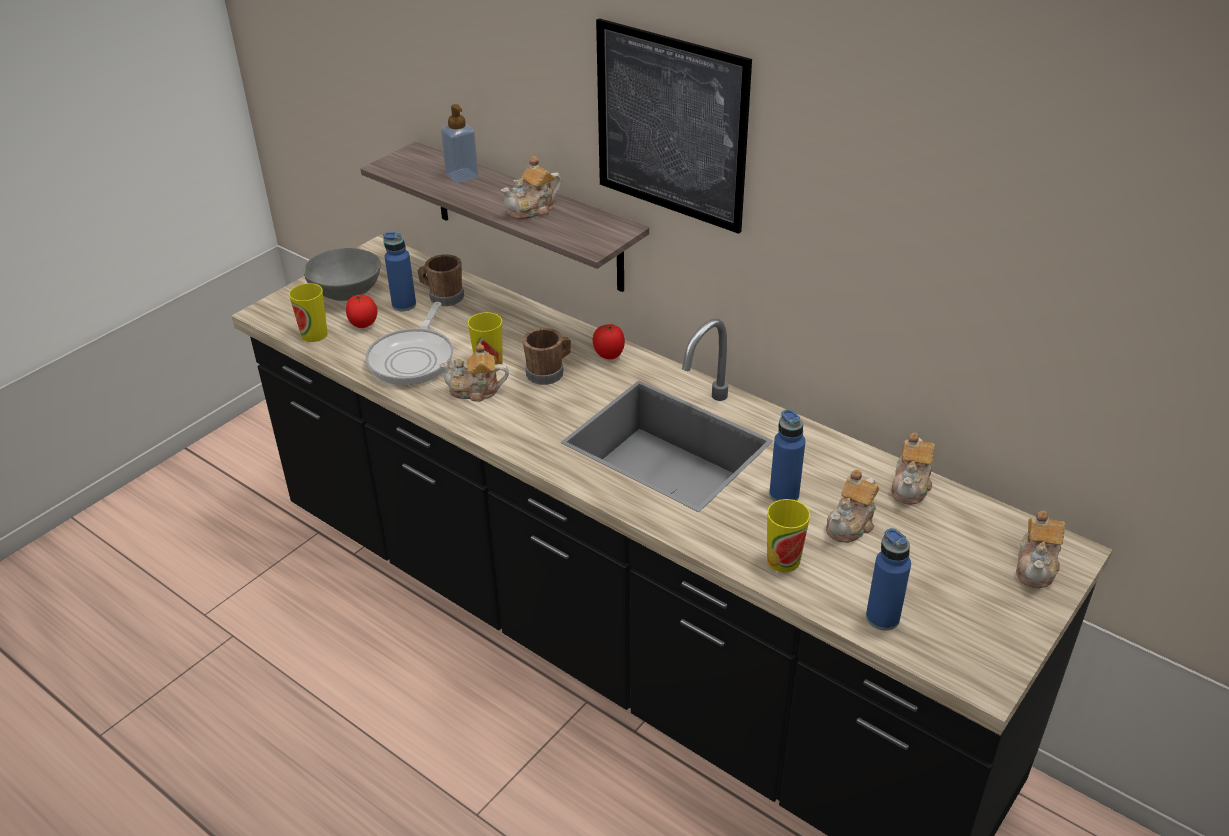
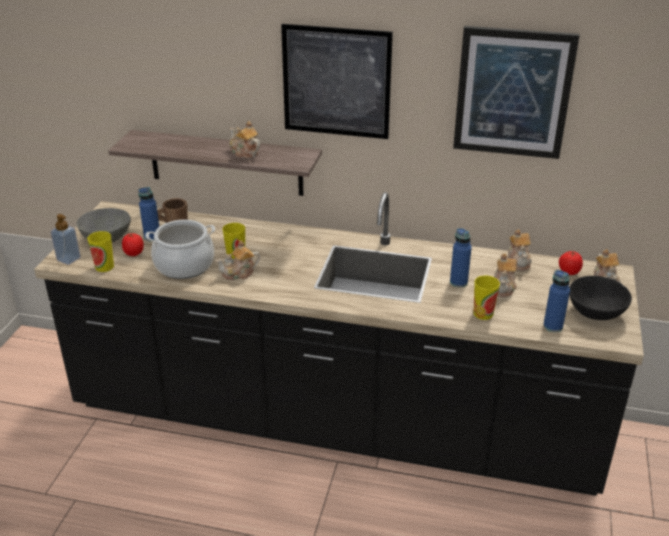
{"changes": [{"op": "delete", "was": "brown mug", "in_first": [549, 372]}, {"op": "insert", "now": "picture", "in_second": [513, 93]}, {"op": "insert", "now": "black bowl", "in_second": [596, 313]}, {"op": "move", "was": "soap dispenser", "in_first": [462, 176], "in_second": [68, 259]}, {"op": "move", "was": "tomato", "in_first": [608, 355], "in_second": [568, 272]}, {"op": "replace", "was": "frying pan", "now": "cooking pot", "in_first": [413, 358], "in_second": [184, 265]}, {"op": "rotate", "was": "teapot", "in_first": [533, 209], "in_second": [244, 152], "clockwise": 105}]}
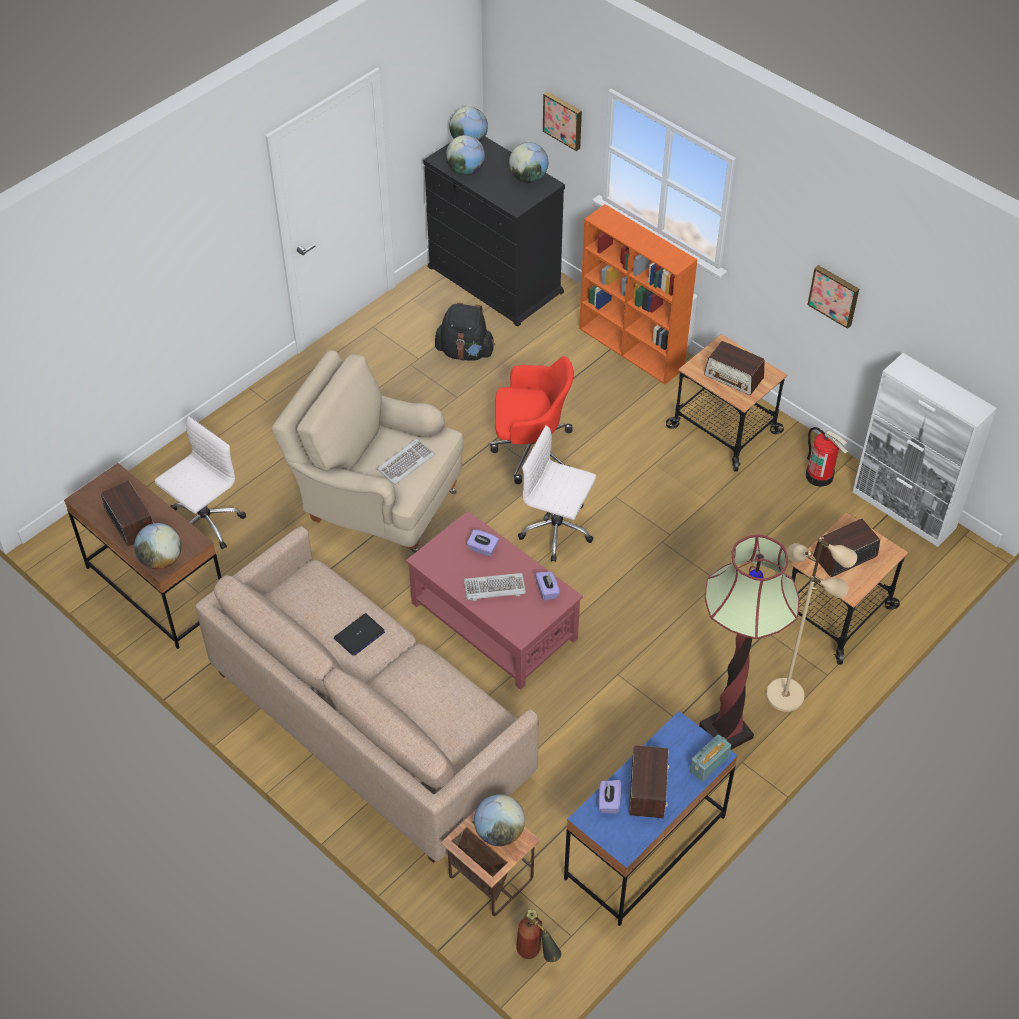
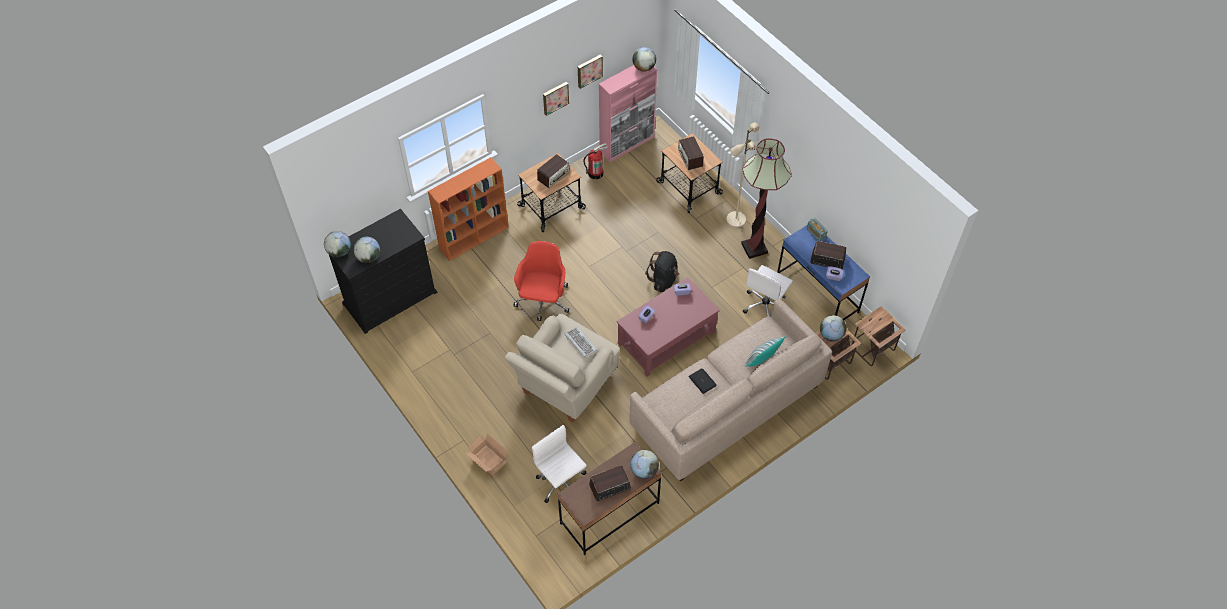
{"changes": [{"op": "delete", "was": "keyboard", "in_first": [494, 588]}, {"op": "insert", "now": "cardboard box", "in_second": [488, 461]}, {"op": "insert", "now": "pillow", "in_second": [762, 360]}, {"op": "move", "was": "black backpack", "in_first": [465, 352], "in_second": [663, 279]}, {"op": "move", "was": "globe", "in_first": [528, 178], "in_second": [644, 68]}, {"op": "move", "was": "white office chair", "in_first": [557, 530], "in_second": [765, 306]}, {"op": "move", "was": "picture", "in_first": [563, 120], "in_second": [589, 70]}, {"op": "replace", "was": "fire extinguisher", "now": "side table", "in_first": [536, 955], "in_second": [872, 349]}, {"op": "recolor", "was": "white cabinet", "now": "pink cabinet", "in_first": [904, 510], "in_second": [627, 144]}]}
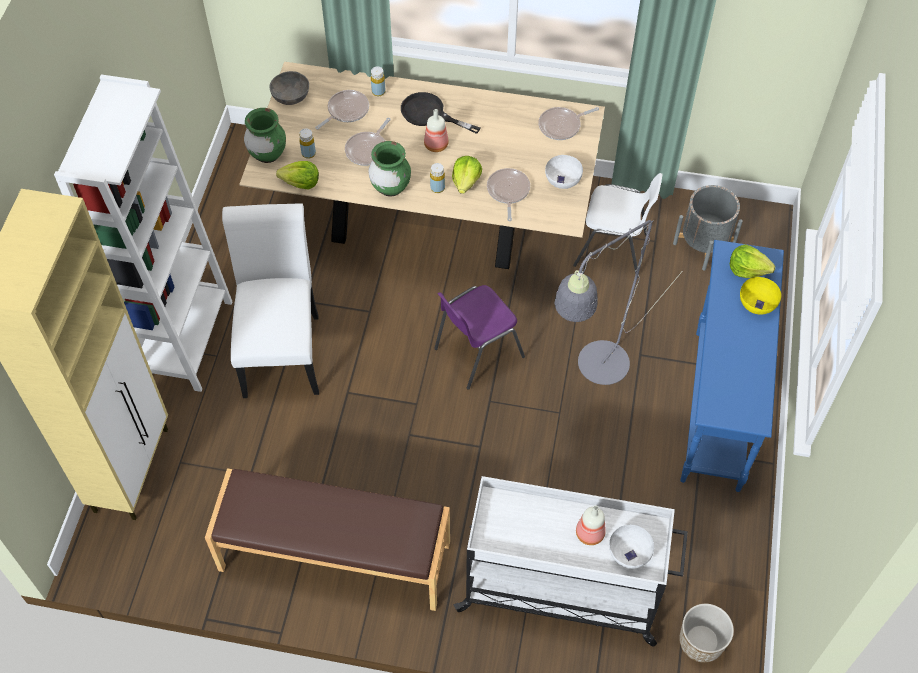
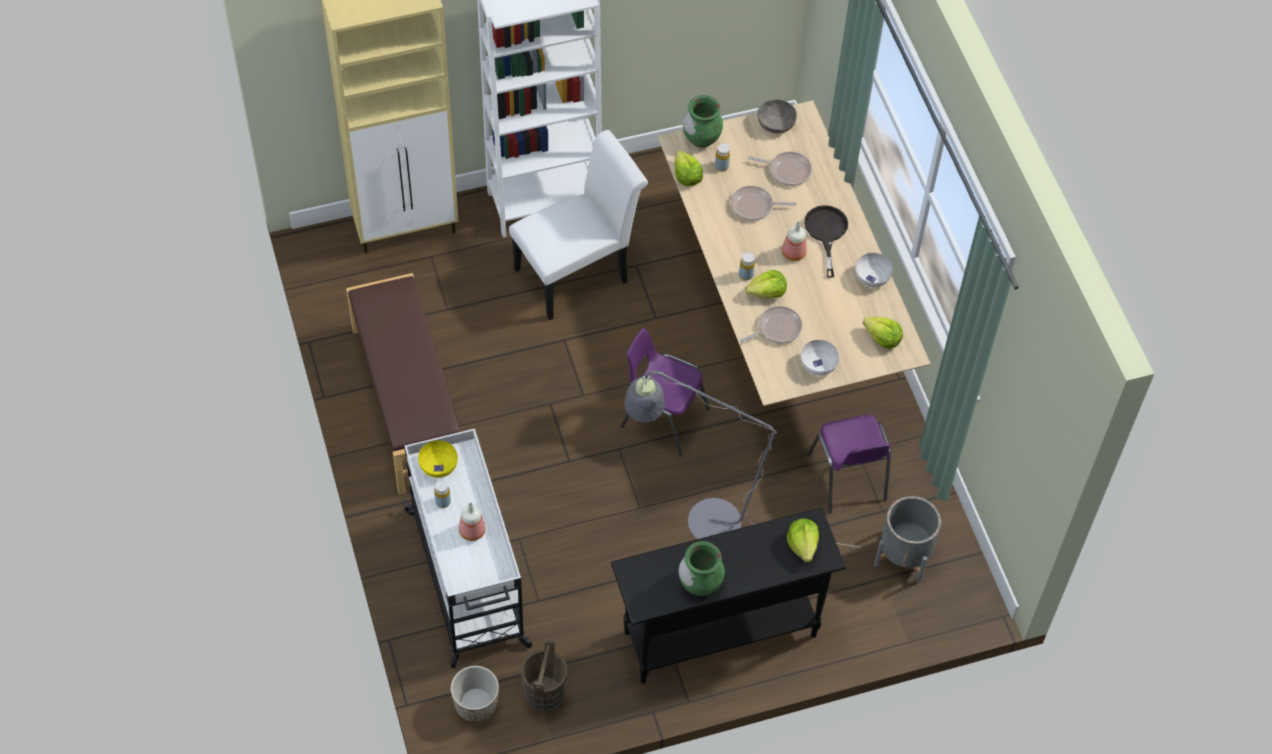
{"changes": [{"op": "insert", "now": "brown bucket", "in_second": [545, 693]}, {"op": "move", "was": "green vase", "in_first": [390, 187], "in_second": [700, 583]}, {"op": "move", "was": "yellow bottle", "in_first": [378, 92], "in_second": [443, 502]}, {"op": "move", "was": "white bowl", "in_first": [630, 552], "in_second": [872, 277]}, {"op": "move", "was": "yellow bowl", "in_first": [757, 303], "in_second": [439, 466]}, {"op": "replace", "was": "frying pan", "now": "lettuce", "in_first": [562, 126], "in_second": [882, 339]}, {"op": "recolor", "was": "white chair", "now": "purple chair", "in_first": [613, 250], "in_second": [847, 479]}, {"op": "recolor", "was": "blue console table", "now": "black console table", "in_first": [716, 409], "in_second": [719, 633]}]}
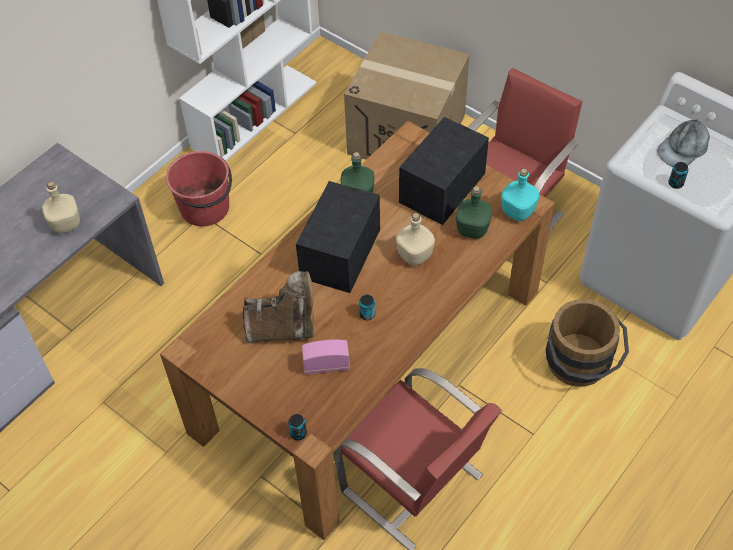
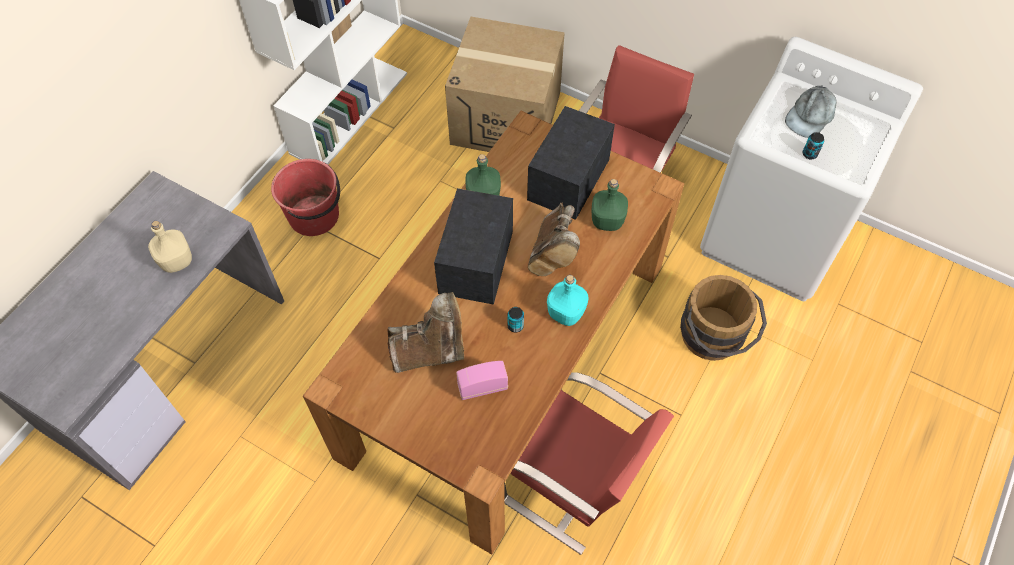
{"changes": [{"op": "delete", "was": "can", "in_first": [298, 433]}, {"op": "move", "was": "turquoise bottle", "in_first": [517, 211], "in_second": [565, 313]}, {"op": "replace", "was": "beige bottle", "now": "brown boot", "in_first": [414, 255], "in_second": [552, 255]}]}
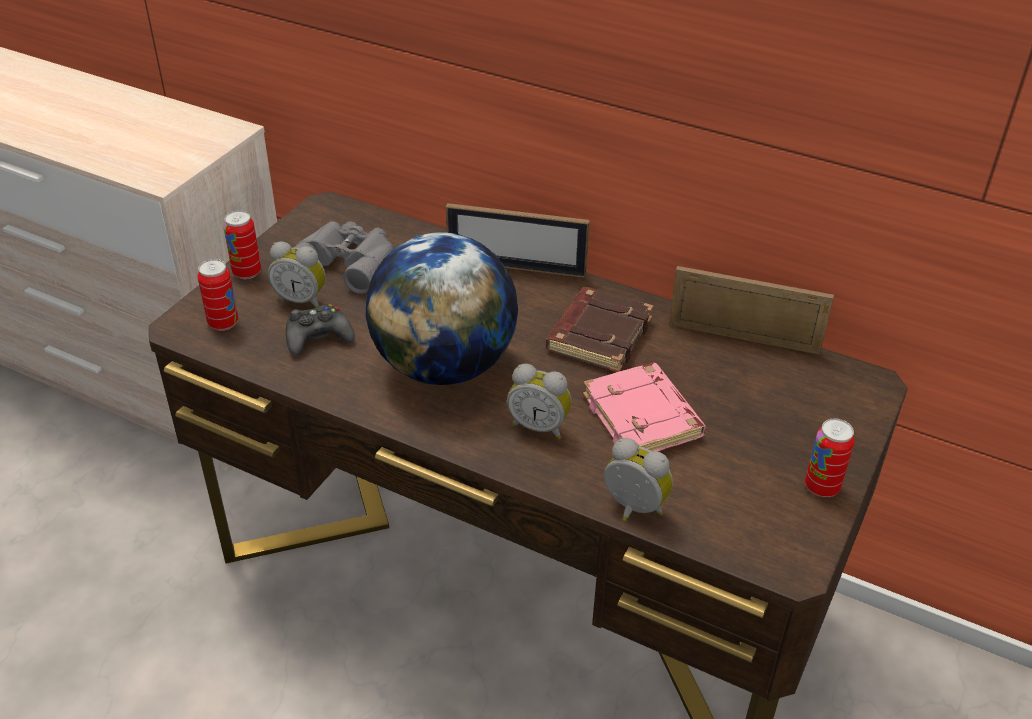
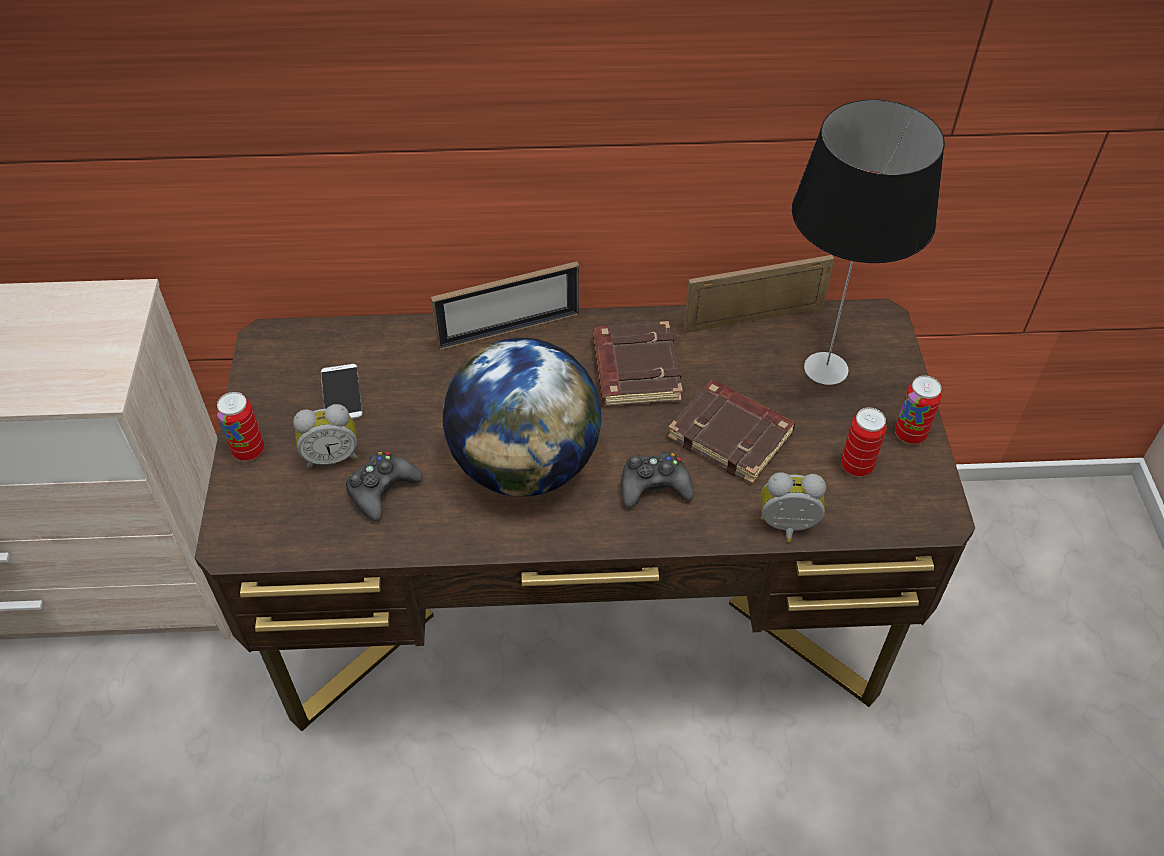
{"changes": [{"op": "insert", "now": "table lamp", "in_second": [826, 367]}, {"op": "move", "was": "can", "in_first": [223, 323], "in_second": [856, 466]}, {"op": "replace", "was": "grey binoculars", "now": "phone", "in_first": [347, 261], "in_second": [341, 393]}, {"op": "replace", "was": "alarm clock", "now": "black game controller", "in_first": [539, 426], "in_second": [654, 486]}, {"op": "recolor", "was": "pink book", "now": "brown book", "in_first": [644, 417], "in_second": [732, 435]}]}
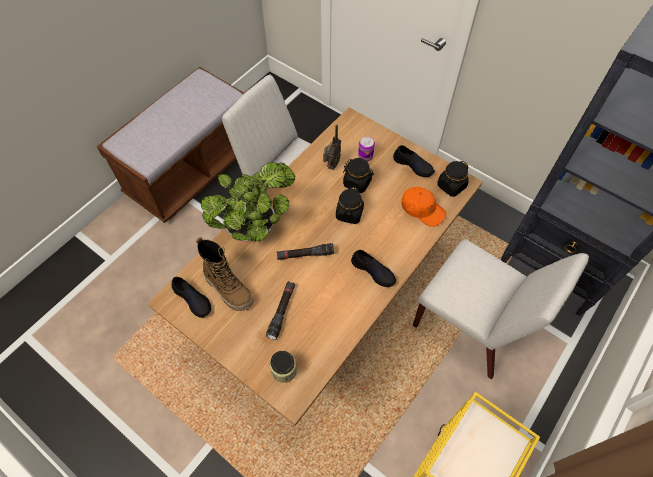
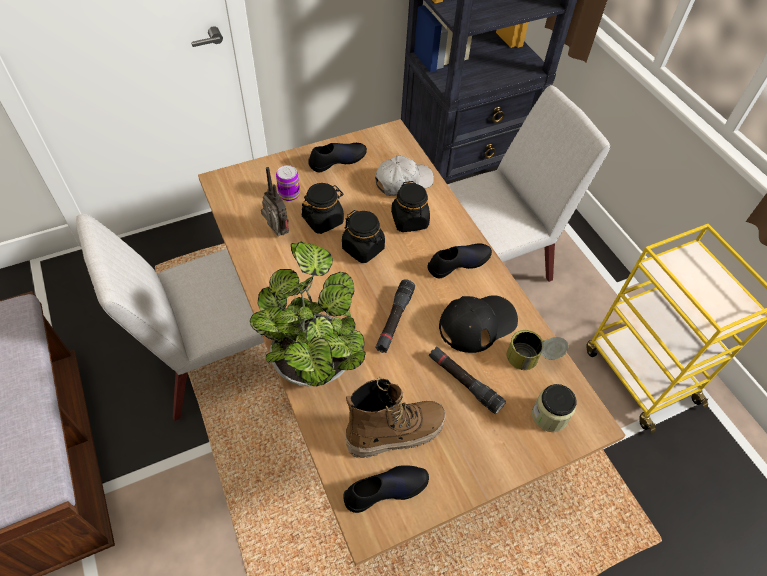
{"changes": [{"op": "insert", "now": "black cap", "in_second": [477, 323]}, {"op": "insert", "now": "can", "in_second": [532, 359]}, {"op": "move", "was": "black jar", "in_first": [451, 186], "in_second": [410, 220]}, {"op": "recolor", "was": "orange cap", "now": "white cap", "in_first": [422, 209], "in_second": [403, 182]}]}
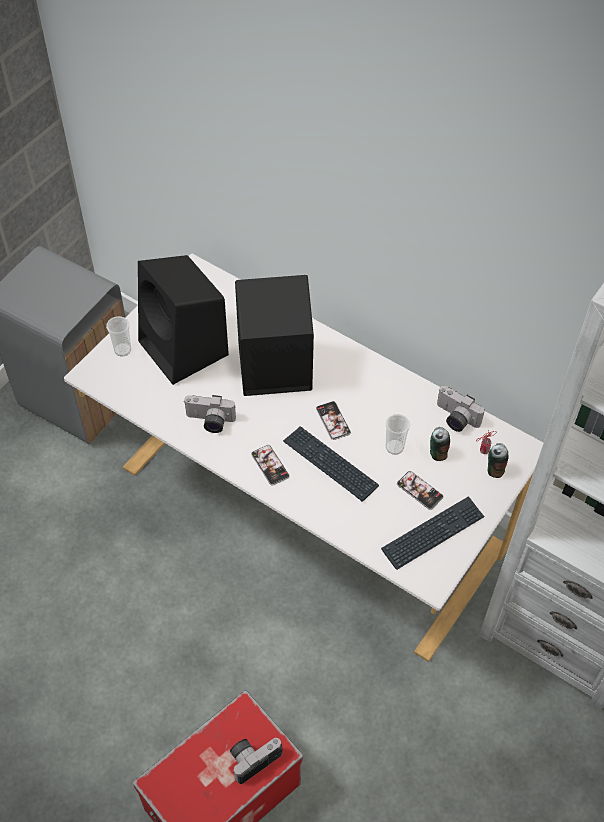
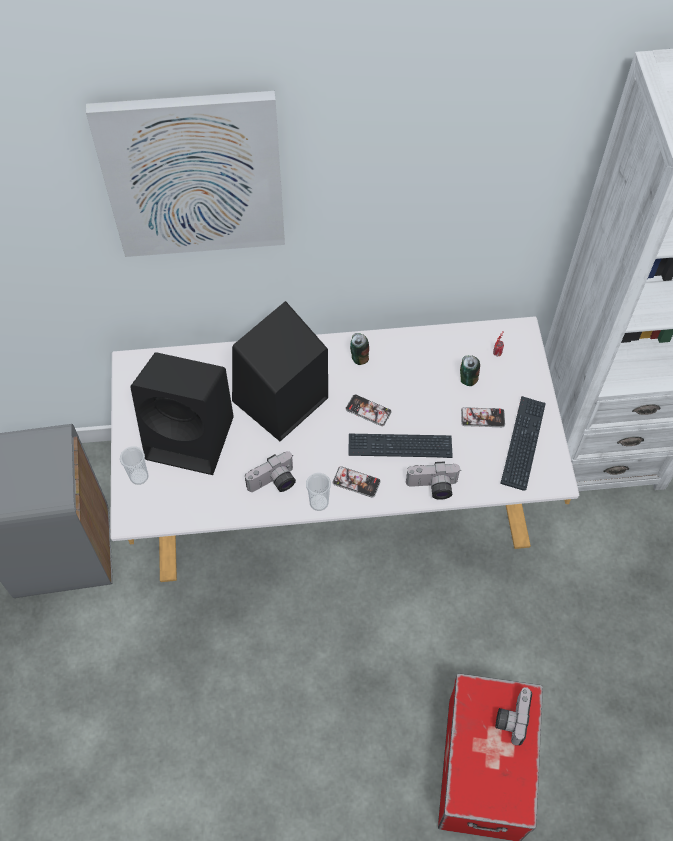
{"changes": [{"op": "insert", "now": "picture", "in_second": [193, 175]}, {"op": "move", "was": "cup", "in_first": [394, 447], "in_second": [319, 502]}, {"op": "move", "was": "photo camera", "in_first": [454, 418], "in_second": [432, 488]}, {"op": "move", "was": "can", "in_first": [494, 469], "in_second": [359, 358]}]}
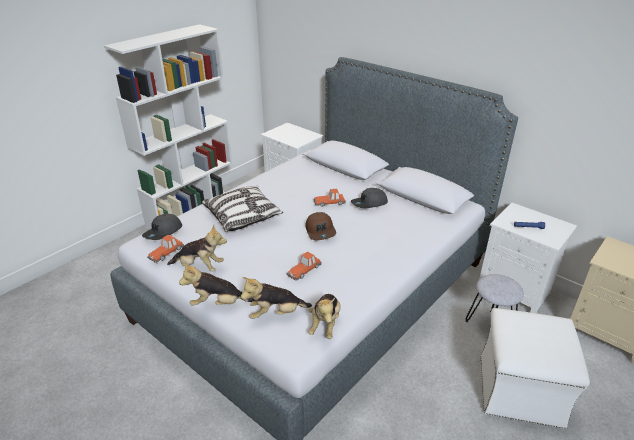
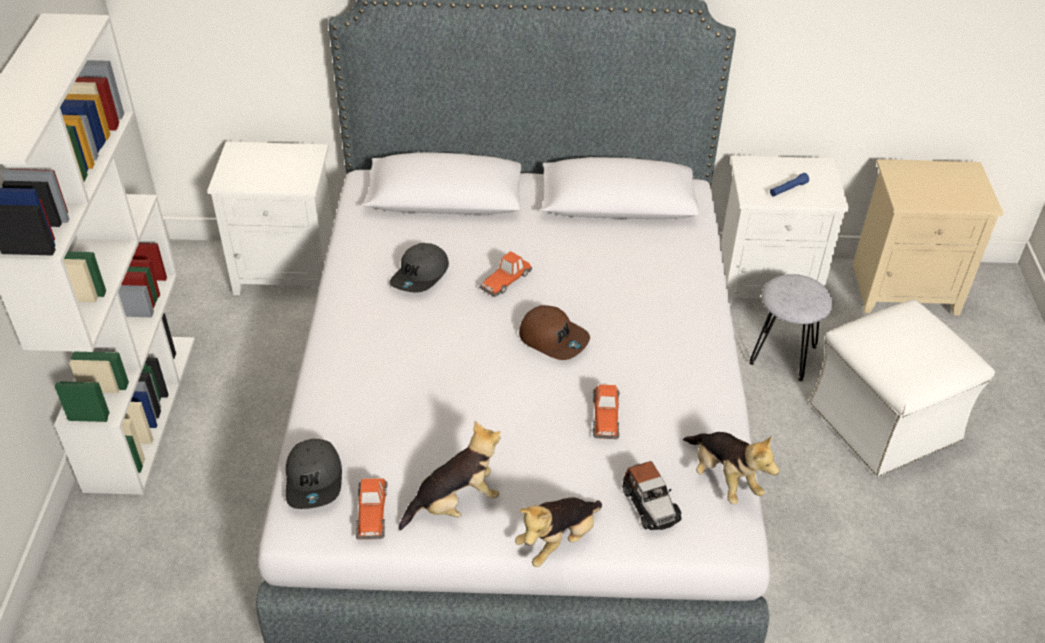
{"changes": [{"op": "delete", "was": "pillow", "in_first": [243, 217]}, {"op": "move", "was": "grey cap", "in_first": [369, 204], "in_second": [421, 276]}, {"op": "replace", "was": "plush toy", "now": "toy car", "in_first": [275, 314], "in_second": [650, 504]}]}
